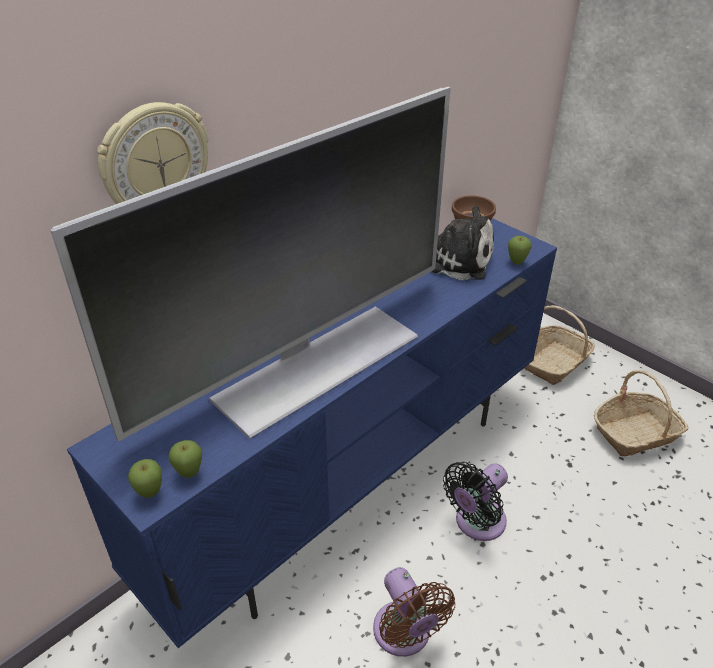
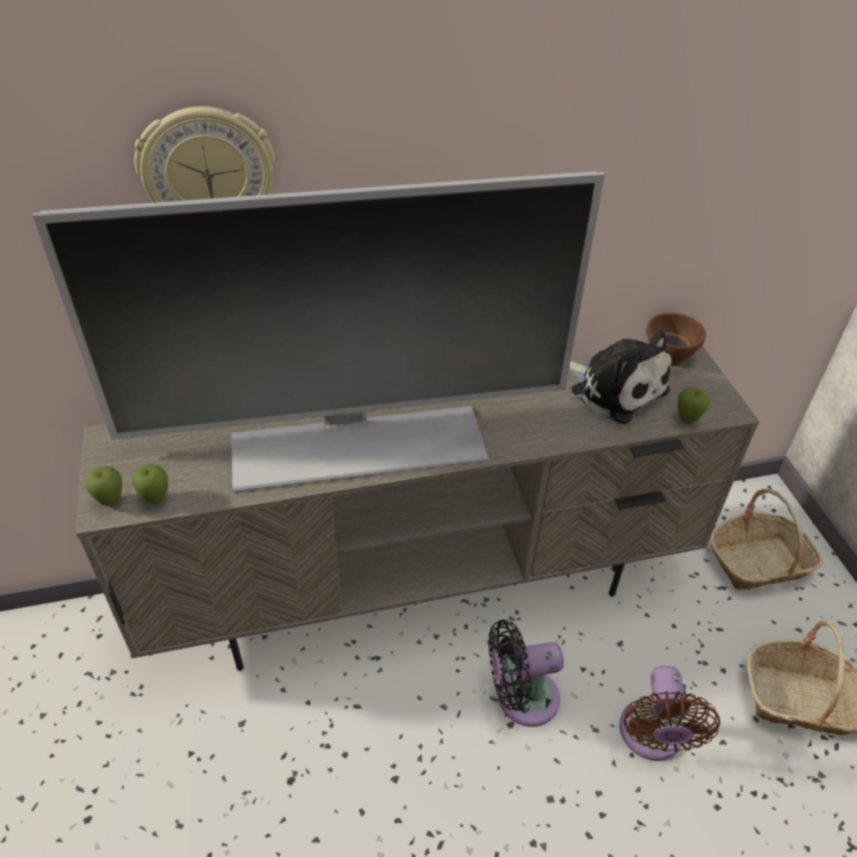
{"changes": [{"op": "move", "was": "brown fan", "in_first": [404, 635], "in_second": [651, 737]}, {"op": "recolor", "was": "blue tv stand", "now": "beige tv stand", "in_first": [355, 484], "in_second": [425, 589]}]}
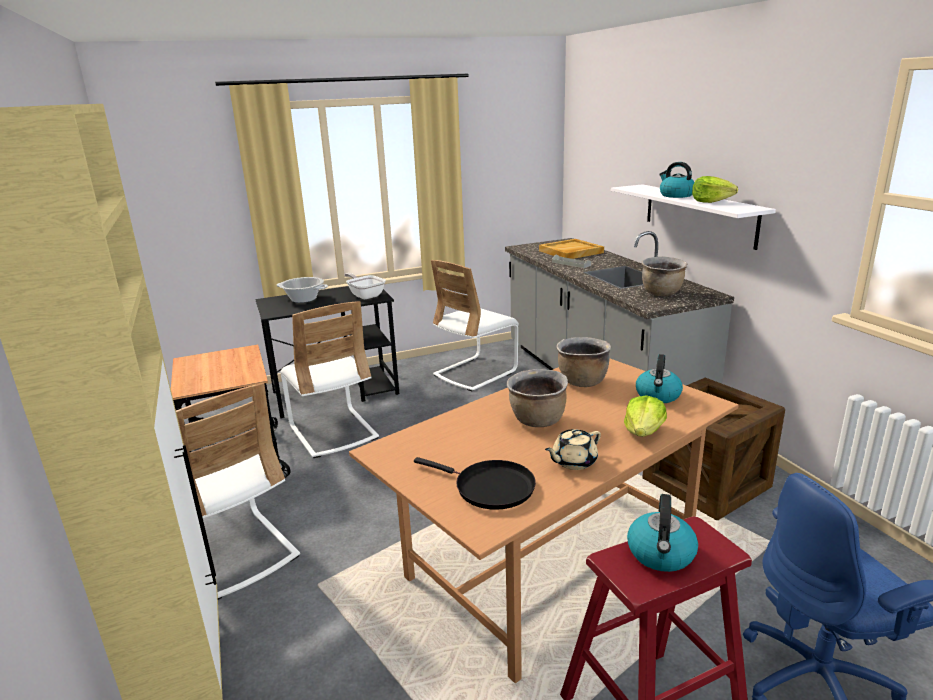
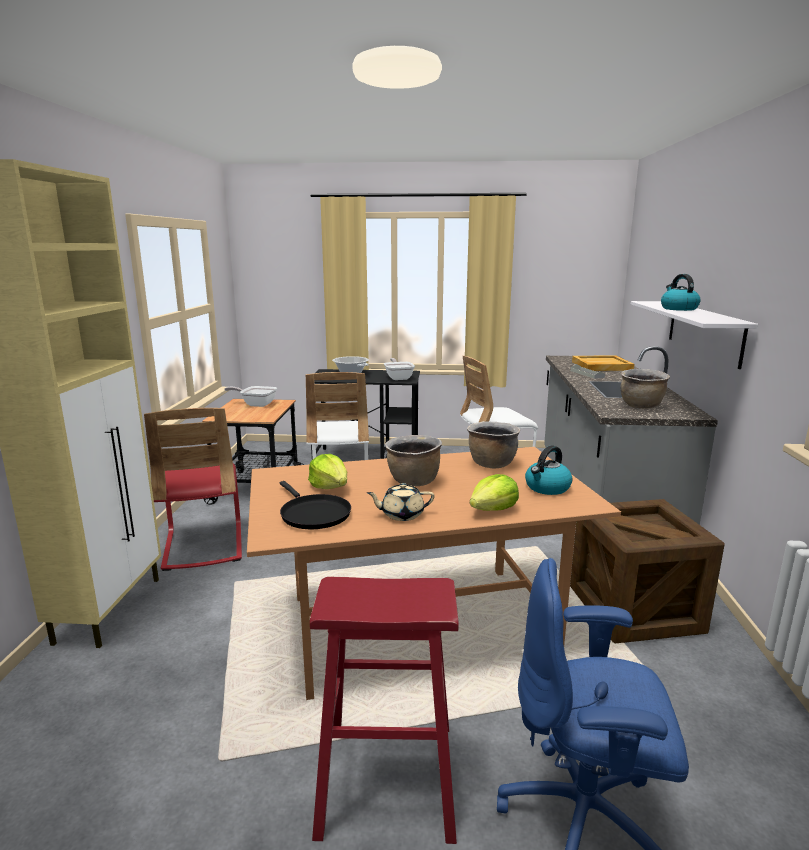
{"changes": [{"op": "delete", "was": "kettle", "in_first": [661, 554]}, {"op": "insert", "now": "frying pan", "in_second": [256, 404]}, {"op": "move", "was": "lettuce", "in_first": [711, 201], "in_second": [330, 486]}, {"op": "recolor", "was": "white chair", "now": "red chair", "in_first": [235, 553], "in_second": [203, 545]}]}
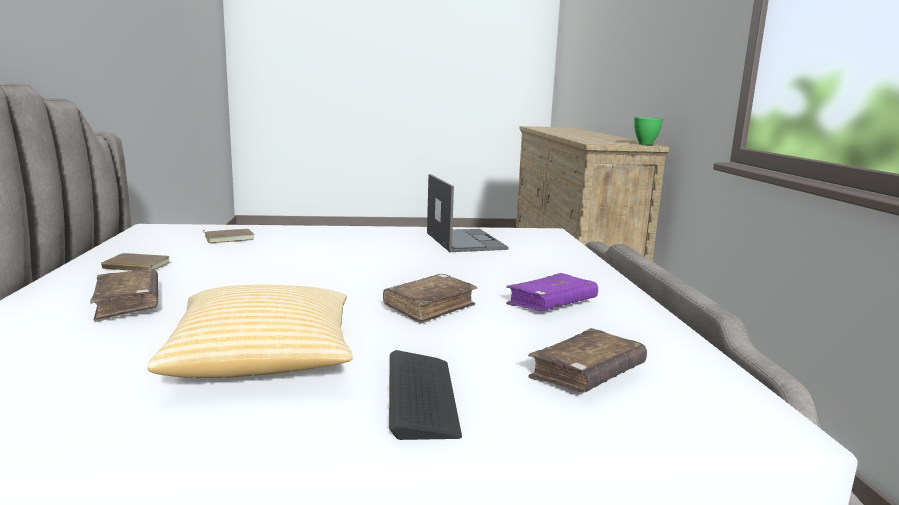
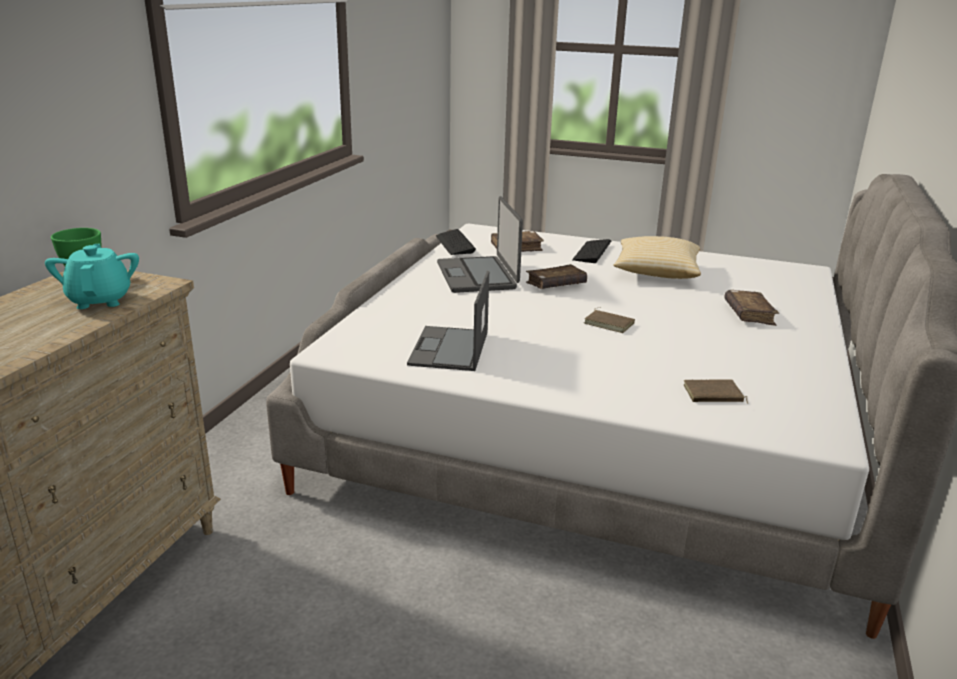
{"changes": [{"op": "insert", "now": "turquoise teapot", "in_second": [100, 300]}, {"op": "insert", "now": "keyboard", "in_second": [455, 244]}, {"op": "move", "was": "brown book", "in_first": [135, 267], "in_second": [609, 323]}, {"op": "replace", "was": "purple book", "now": "laptop", "in_first": [551, 304], "in_second": [478, 276]}]}
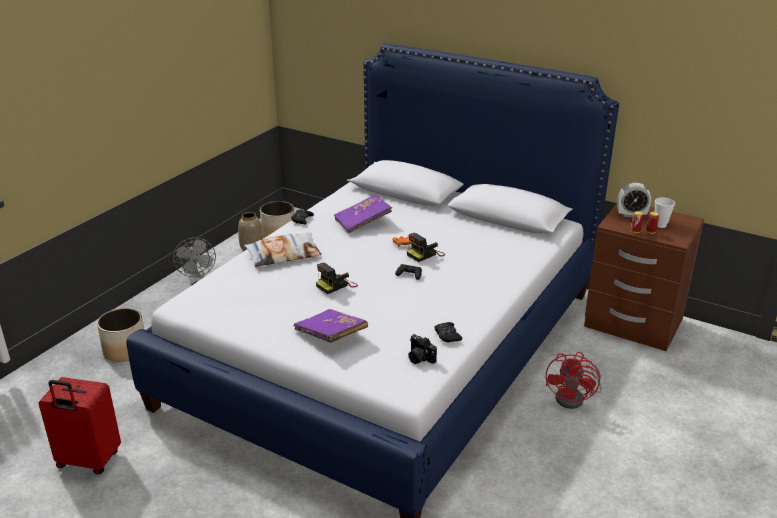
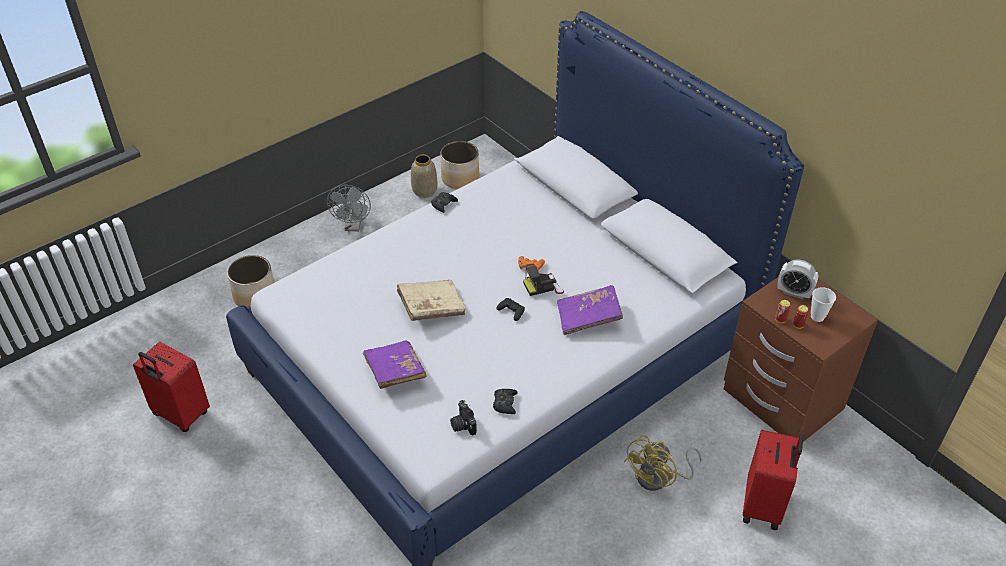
{"changes": [{"op": "delete", "was": "pillow", "in_first": [283, 255]}, {"op": "insert", "now": "red suitcase", "in_second": [763, 506]}, {"op": "move", "was": "purple book", "in_first": [363, 222], "in_second": [588, 317]}, {"op": "replace", "was": "photo camera", "now": "beige book", "in_first": [336, 285], "in_second": [431, 307]}, {"op": "recolor", "was": "red fan", "now": "yellow fan", "in_first": [575, 398], "in_second": [659, 478]}]}
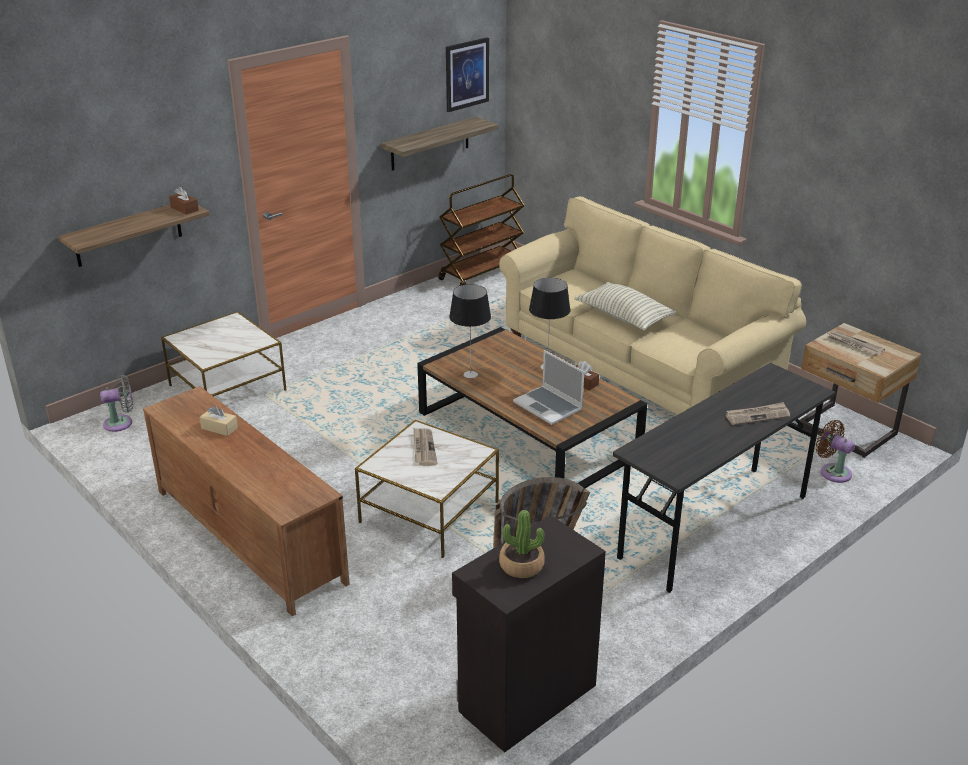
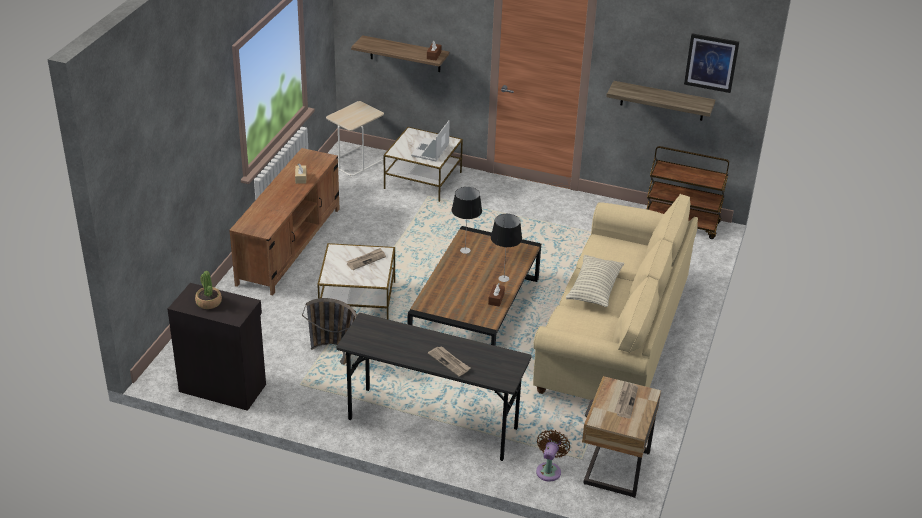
{"changes": [{"op": "move", "was": "laptop", "in_first": [549, 406], "in_second": [430, 151]}, {"op": "replace", "was": "grey fan", "now": "beige side table", "in_first": [121, 423], "in_second": [356, 161]}]}
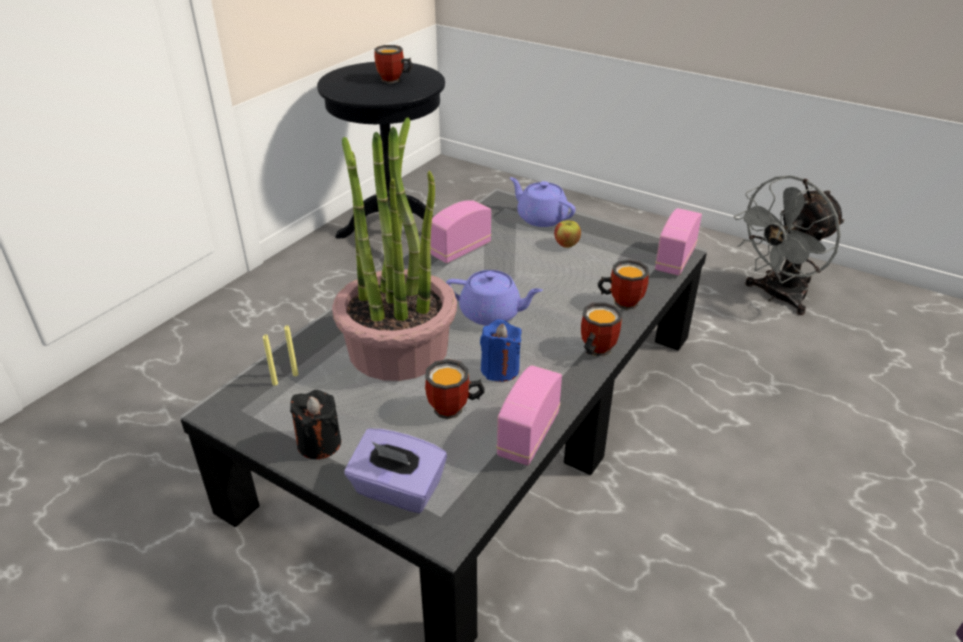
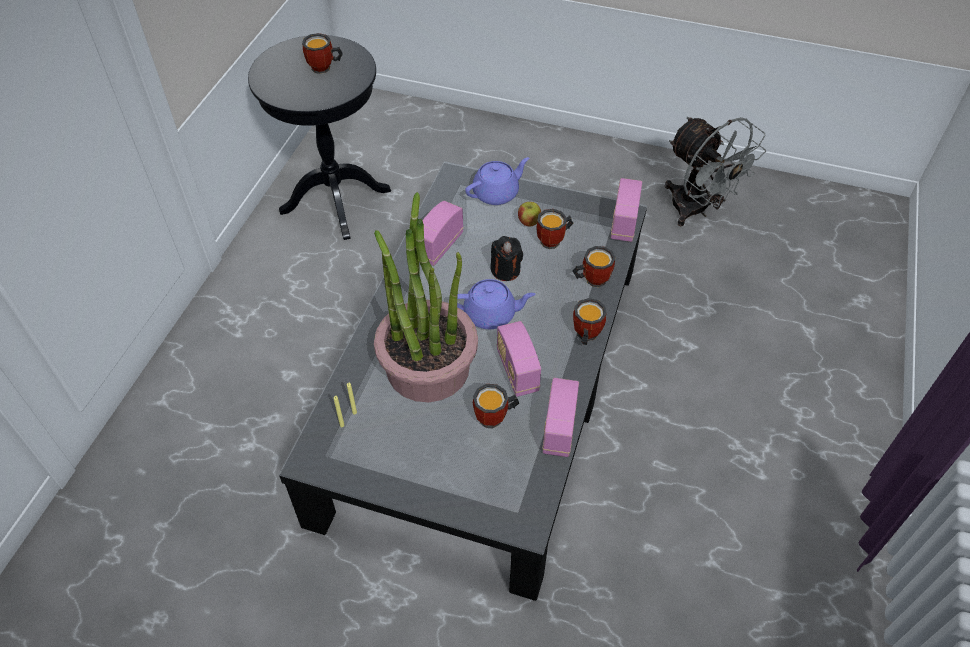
{"changes": [{"op": "delete", "was": "purple tissue box", "in_first": [397, 490]}, {"op": "insert", "now": "mug", "in_second": [554, 241]}, {"op": "move", "was": "black candle", "in_first": [319, 443], "in_second": [505, 270]}, {"op": "replace", "was": "blue candle", "now": "radio", "in_first": [500, 369], "in_second": [517, 371]}, {"op": "rotate", "was": "purple teapot", "in_first": [541, 218], "in_second": [497, 193], "clockwise": 120}, {"op": "rotate", "was": "grey fan", "in_first": [776, 296], "in_second": [697, 210], "clockwise": -75}]}
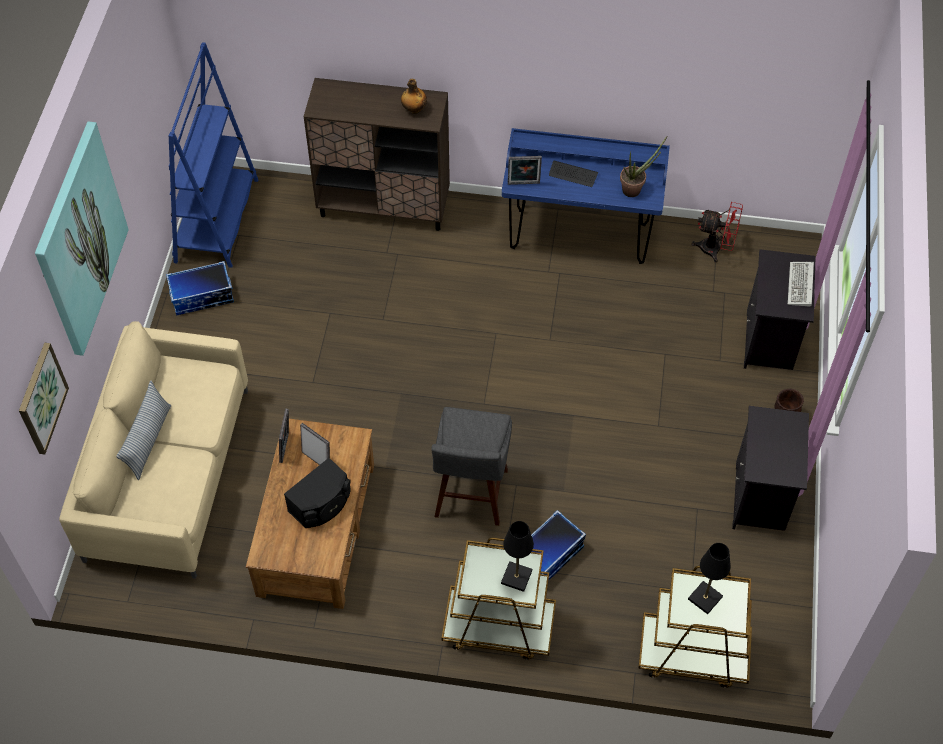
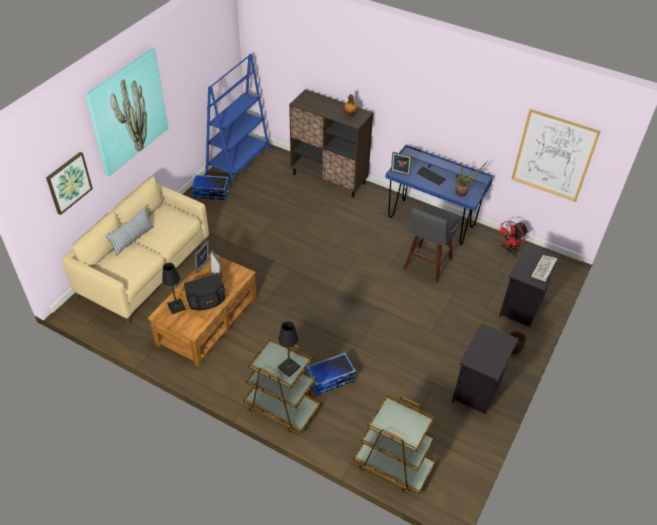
{"changes": [{"op": "insert", "now": "picture", "in_second": [553, 155]}, {"op": "move", "was": "grey stool", "in_first": [470, 497], "in_second": [426, 265]}, {"op": "move", "was": "black table lamp", "in_first": [705, 598], "in_second": [176, 307]}, {"op": "rotate", "was": "red fan", "in_first": [716, 249], "in_second": [509, 250], "clockwise": 105}]}
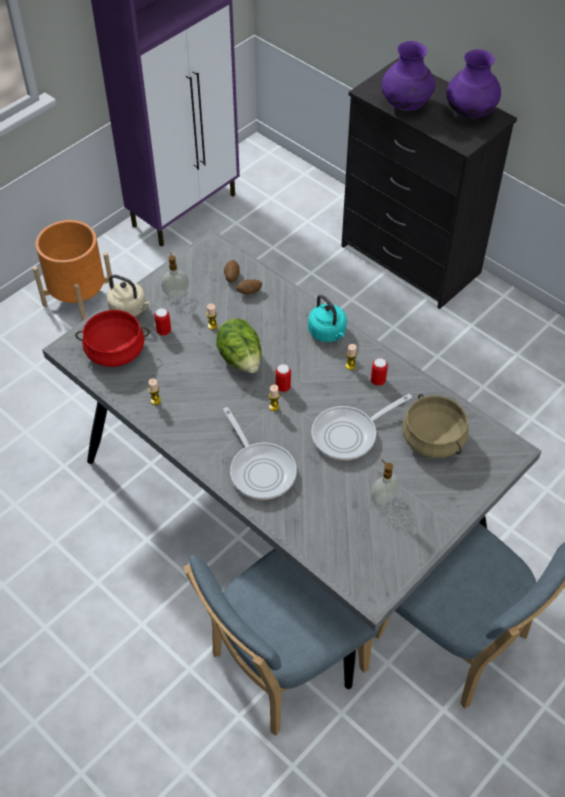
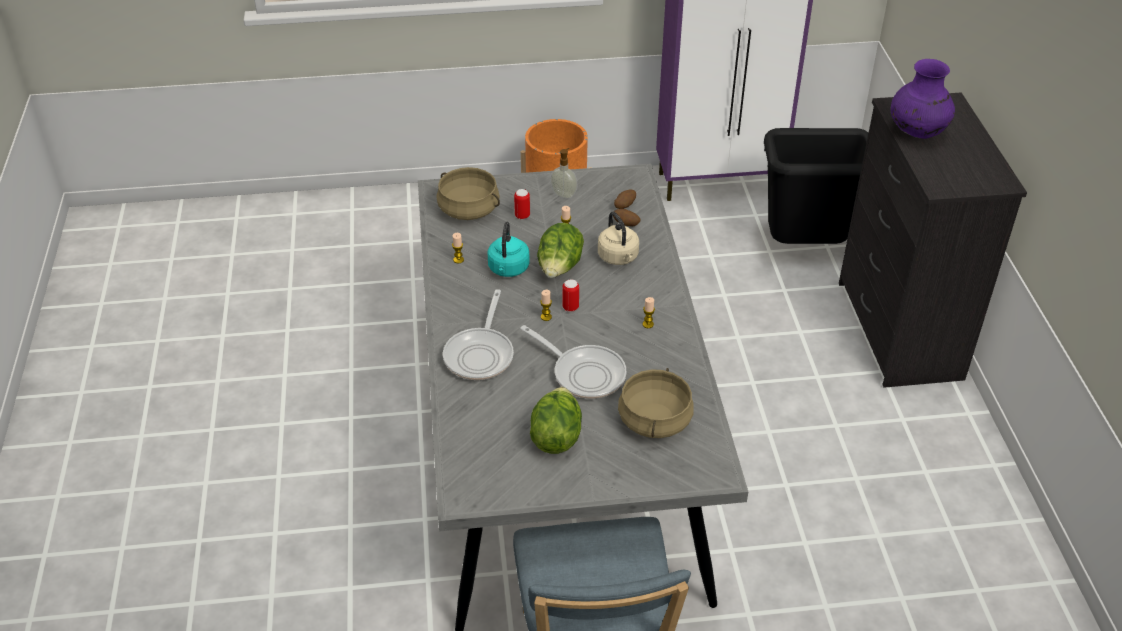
{"changes": [{"op": "delete", "was": "blue chair", "in_first": [282, 665]}, {"op": "delete", "was": "can", "in_first": [378, 381]}, {"op": "delete", "was": "purple vase", "in_first": [470, 113]}, {"op": "insert", "now": "black trash can", "in_second": [803, 248]}, {"op": "move", "was": "beige kettle", "in_first": [129, 309], "in_second": [619, 258]}, {"op": "move", "was": "turquoise kettle", "in_first": [328, 333], "in_second": [508, 269]}, {"op": "replace", "was": "soap dispenser", "now": "lettuce", "in_first": [383, 498], "in_second": [556, 436]}, {"op": "recolor", "was": "red cooking pot", "now": "beige cooking pot", "in_first": [115, 351], "in_second": [469, 209]}, {"op": "rotate", "was": "frying pan", "in_first": [349, 434], "in_second": [584, 373], "clockwise": -150}]}
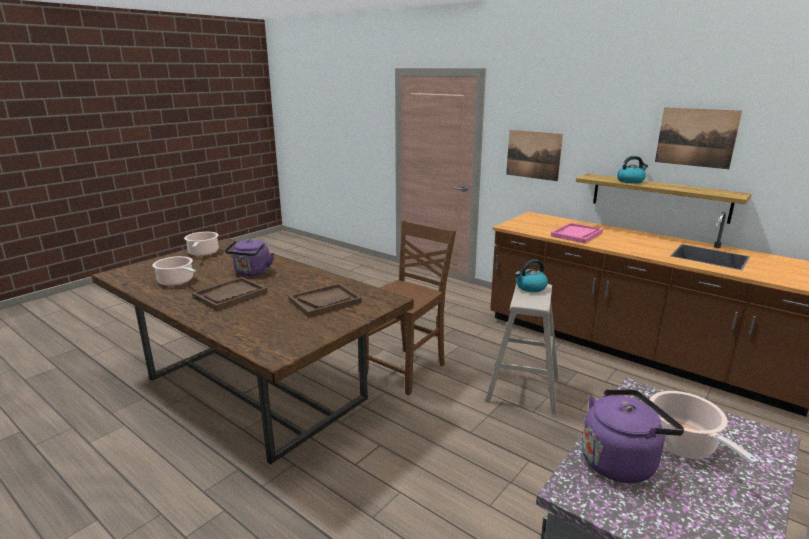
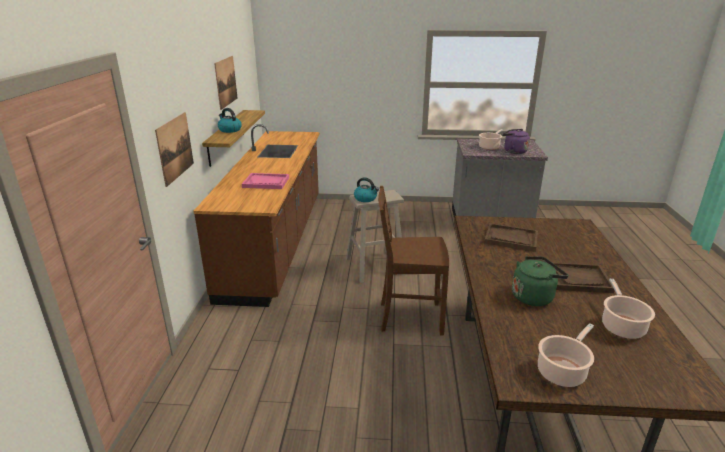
{"changes": [{"op": "recolor", "was": "purple kettle", "now": "green kettle", "in_first": [252, 273], "in_second": [534, 296]}]}
